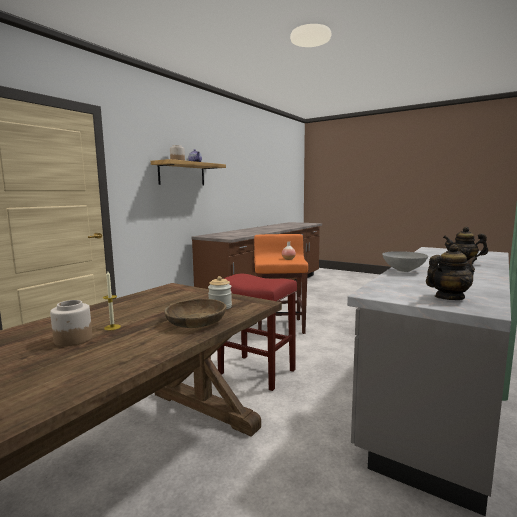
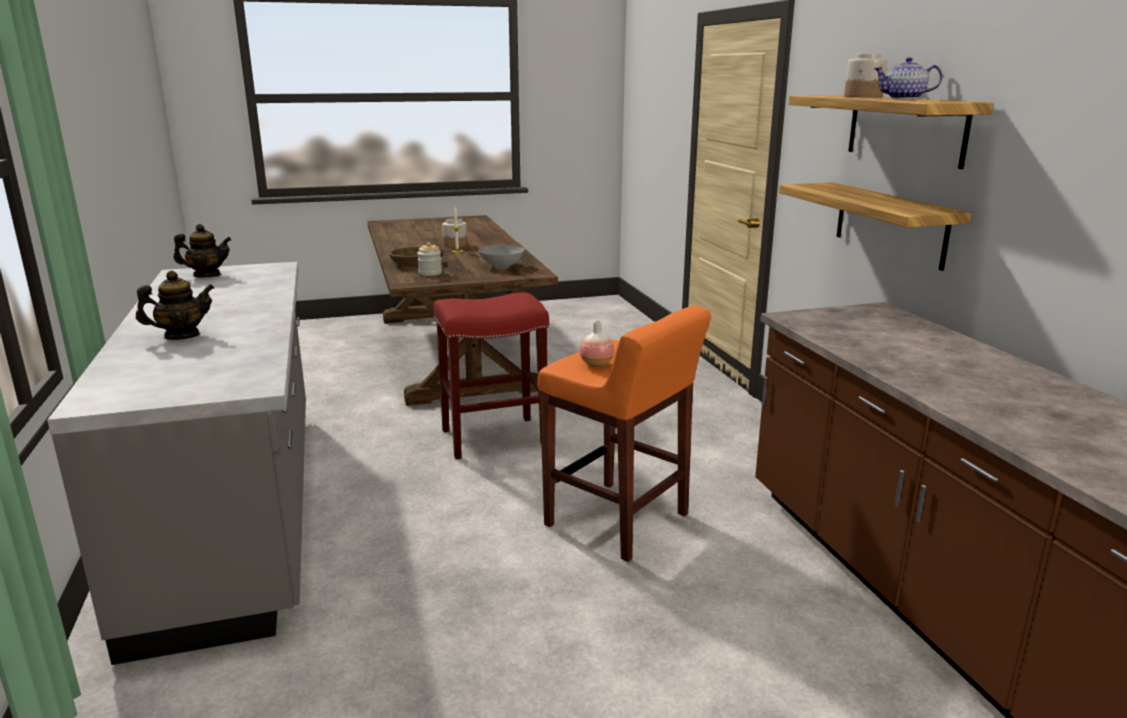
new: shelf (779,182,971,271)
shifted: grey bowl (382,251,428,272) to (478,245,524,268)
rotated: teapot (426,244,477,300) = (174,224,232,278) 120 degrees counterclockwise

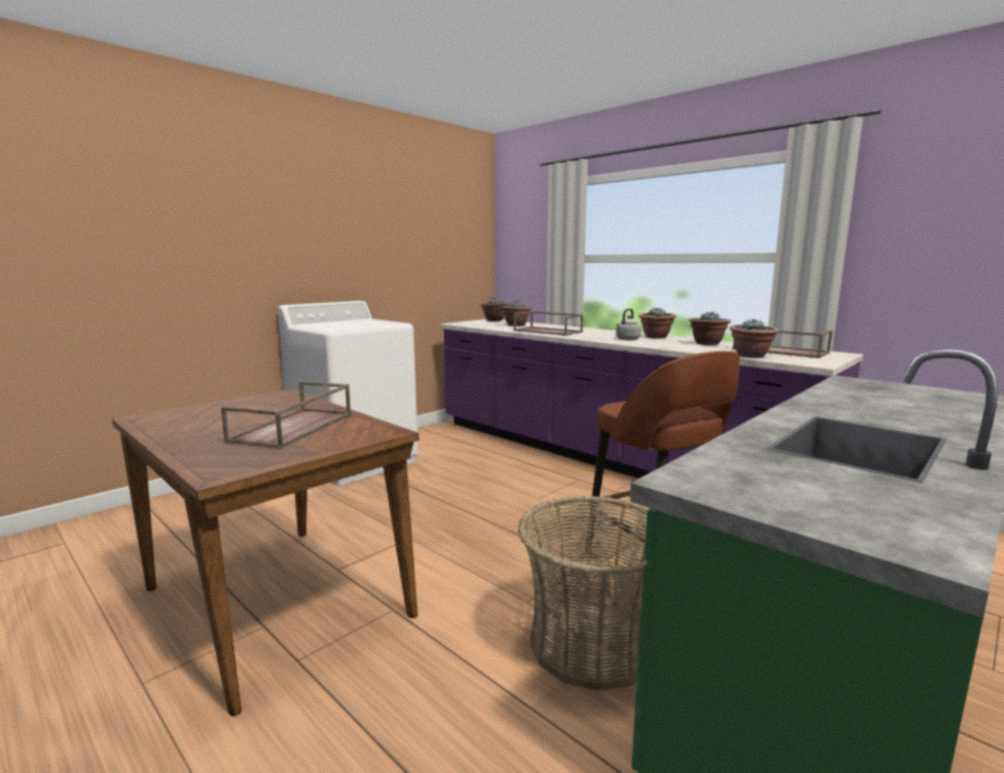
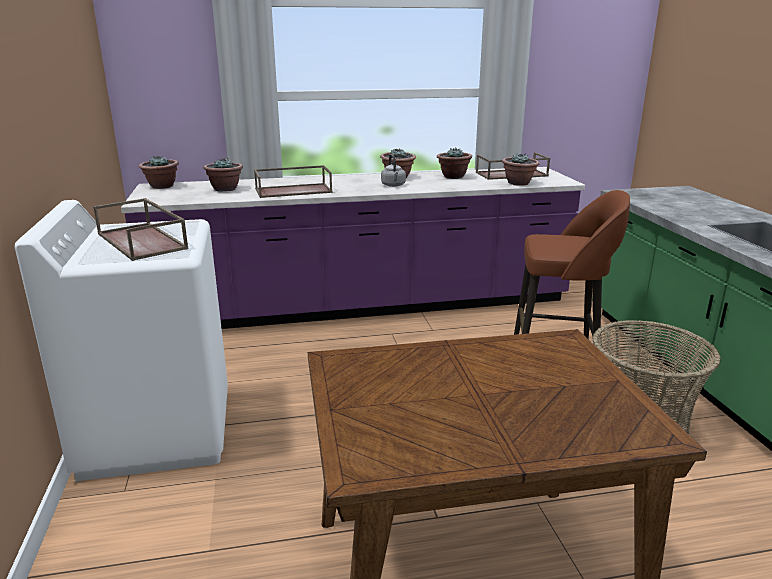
shifted: brown tray (221,381,351,449) to (93,198,189,261)

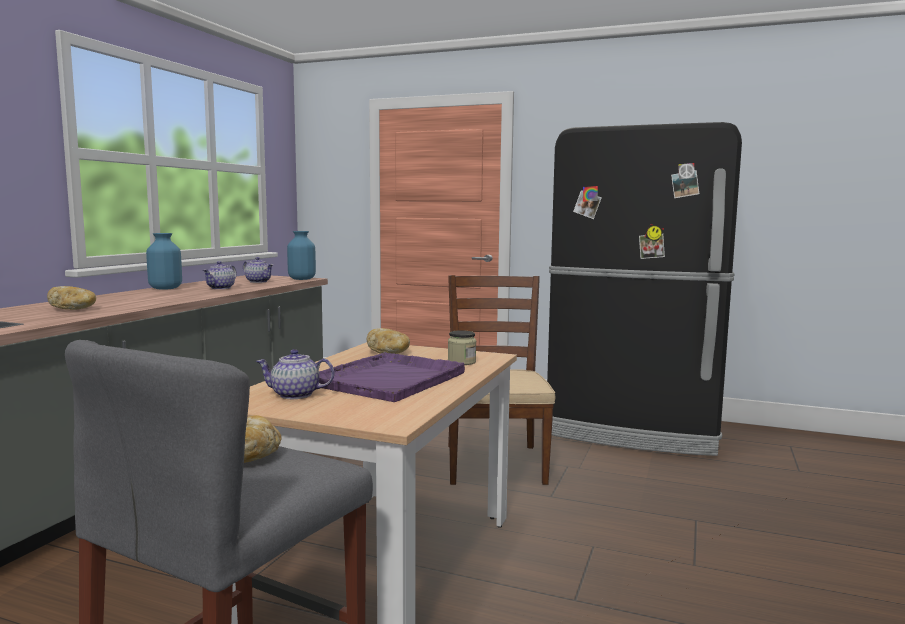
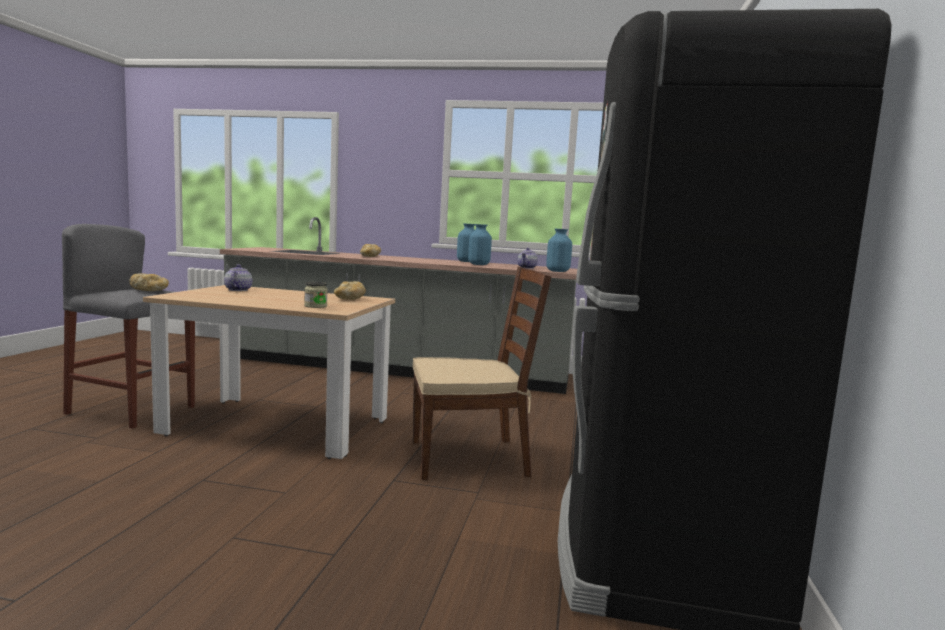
gone: purple tray (319,352,465,402)
swapped: teapot (203,261,237,289) to blue vase (468,224,492,265)

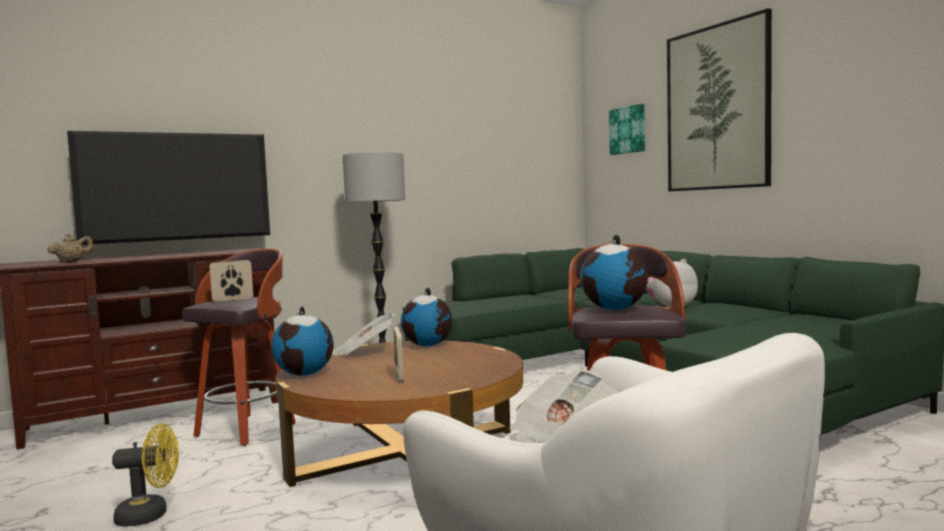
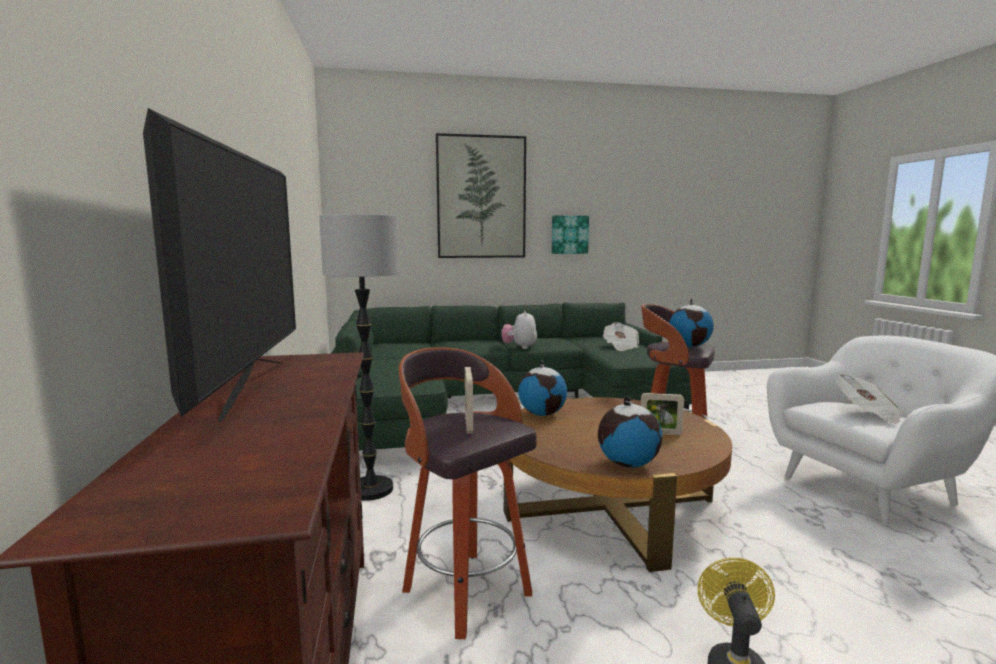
gone: beige teapot (47,233,94,263)
shifted: picture (609,104,645,155) to (552,216,589,254); newspaper (332,313,395,356) to (603,322,639,351)

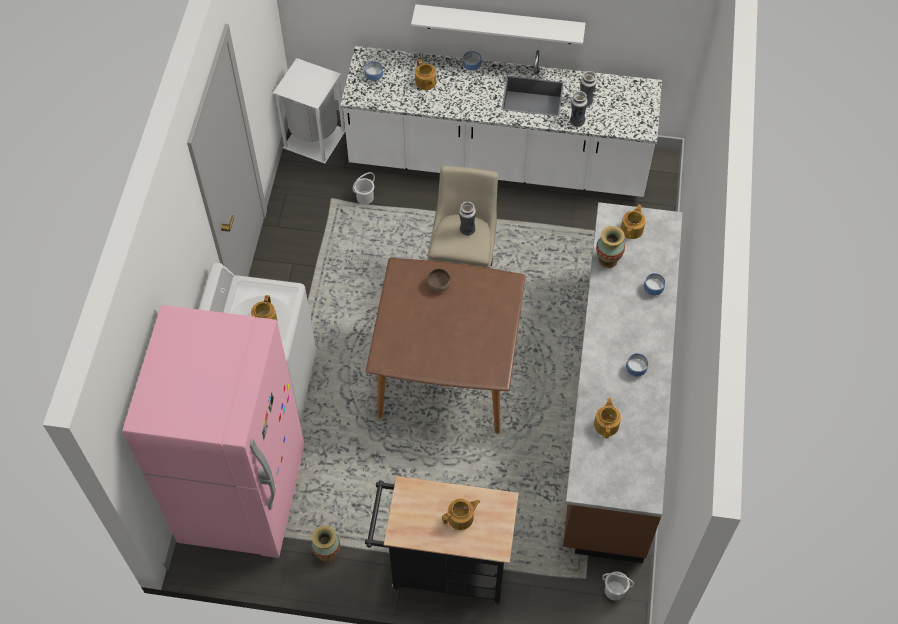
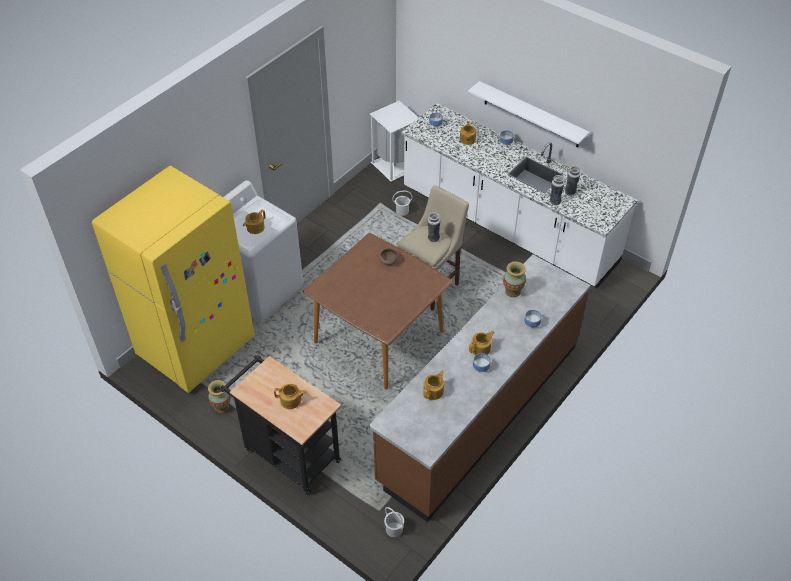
shifted: teapot (621,205,646,239) to (469,331,494,355)
repainted: pink fridge (123,305,305,558) to yellow fridge (92,166,254,393)

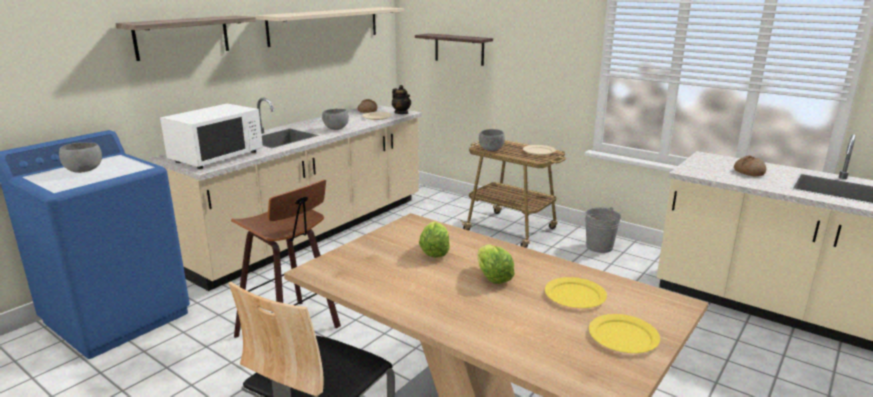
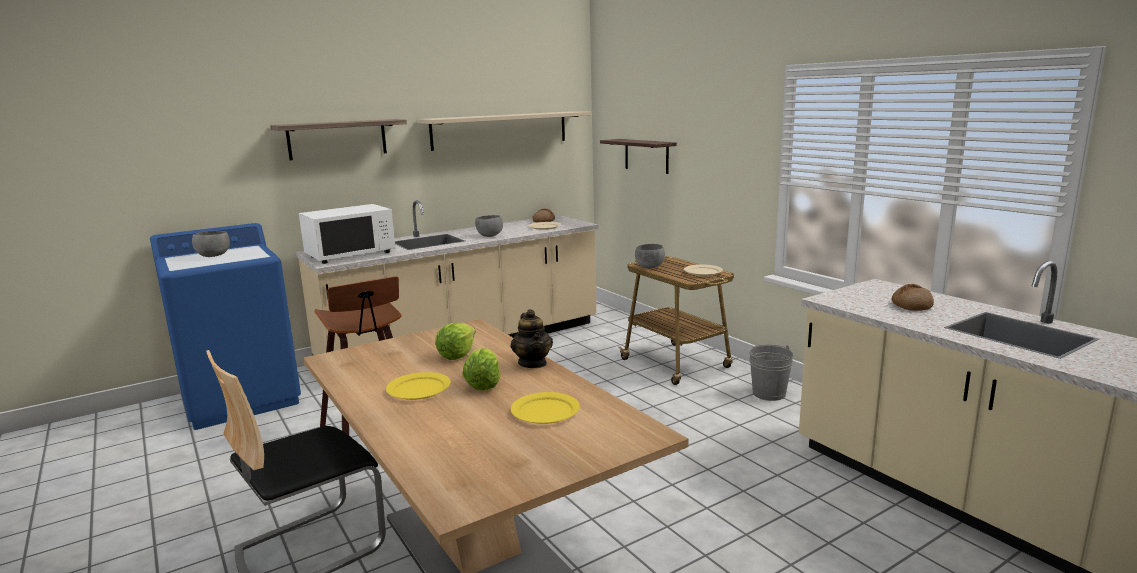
shifted: teapot (392,85,411,114) to (510,309,553,368); yellow plate (589,314,660,353) to (386,372,451,400)

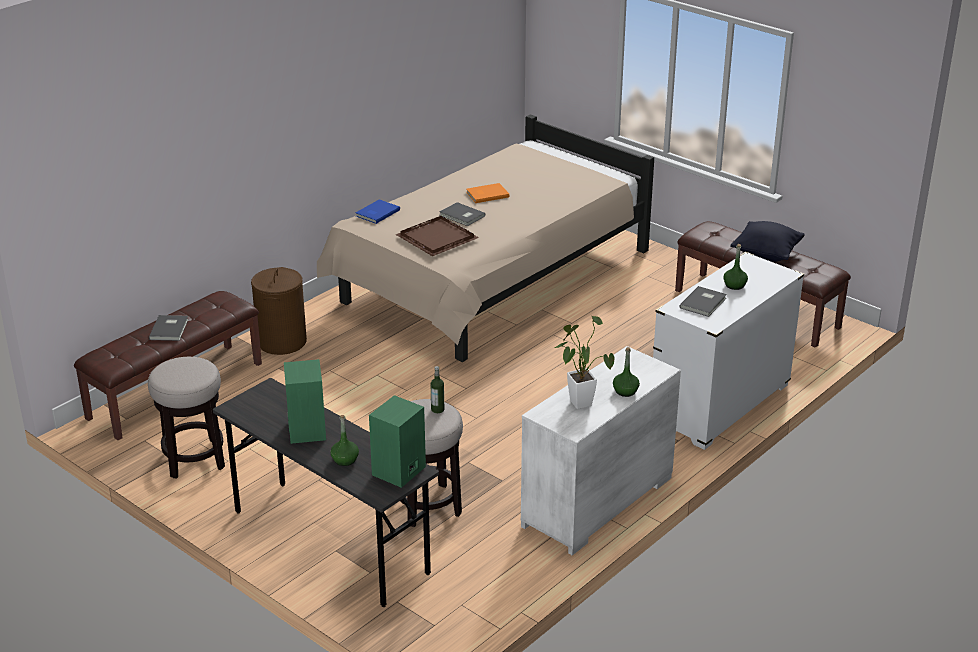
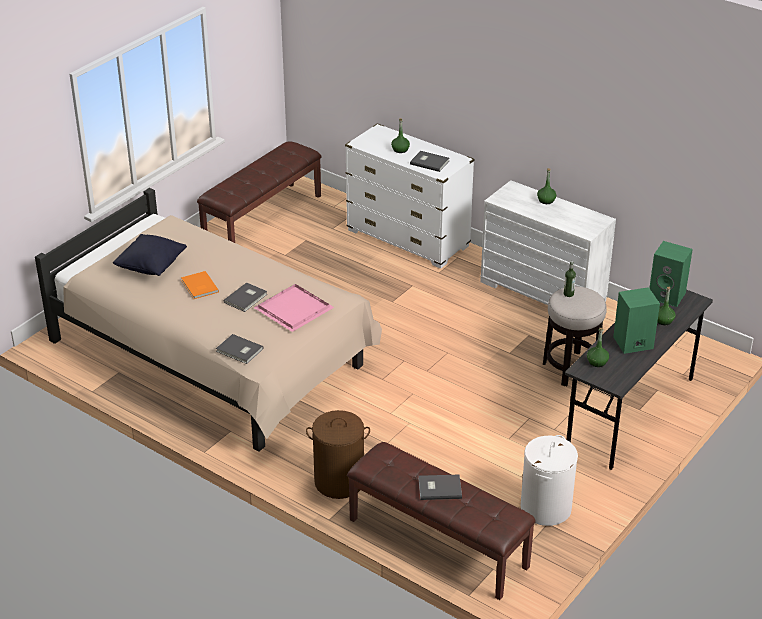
gone: potted plant (554,315,615,409)
new: green bottle (587,328,609,367)
shifted: black pillow (730,221,805,262) to (113,234,187,276)
swapped: stool (148,357,225,479) to white laundry basket (520,435,578,526)
repainted: blue book (356,199,400,224) to grey book (216,334,263,364); brown tray (396,216,479,256) to pink tray (254,284,334,332)

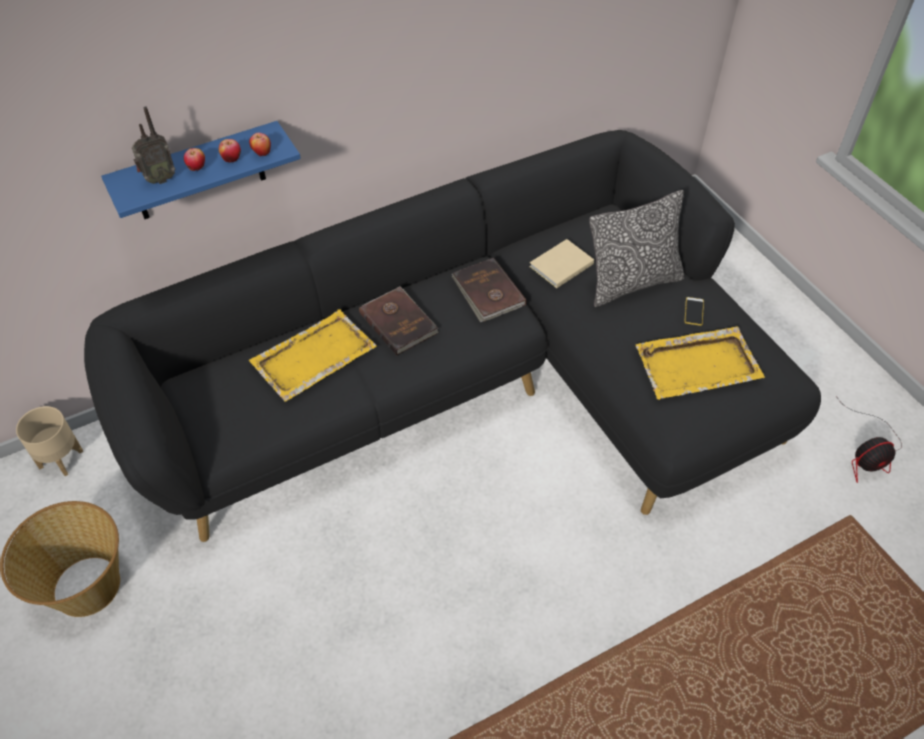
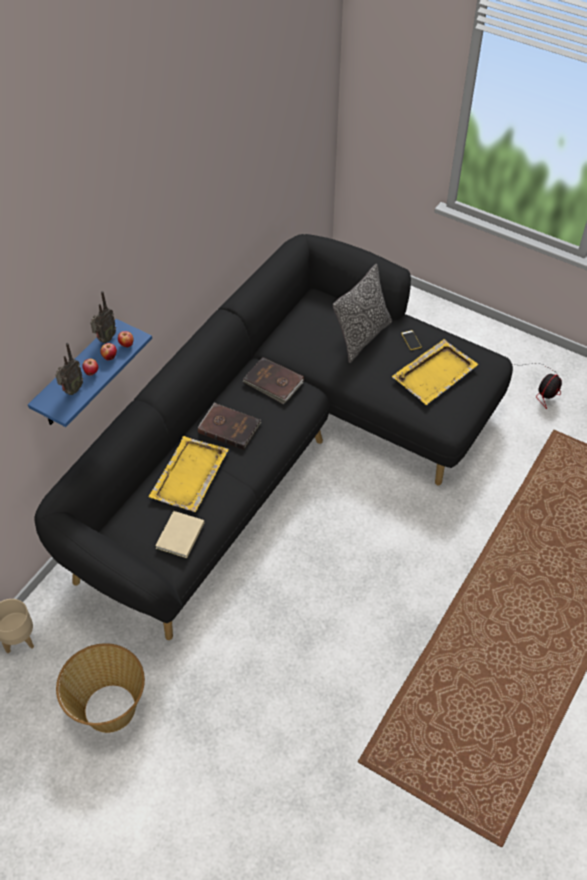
new: radio (90,291,116,343)
shifted: beige book (529,239,594,289) to (155,511,204,558)

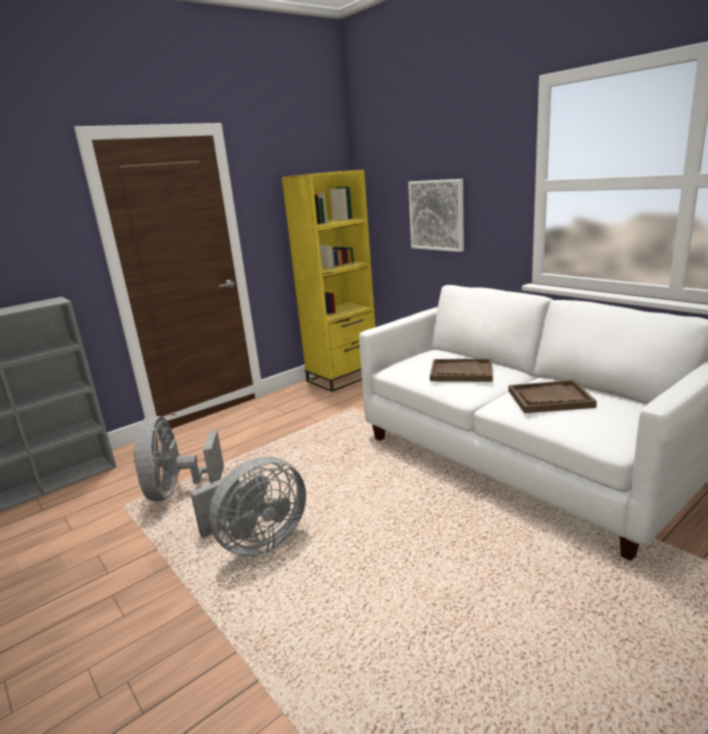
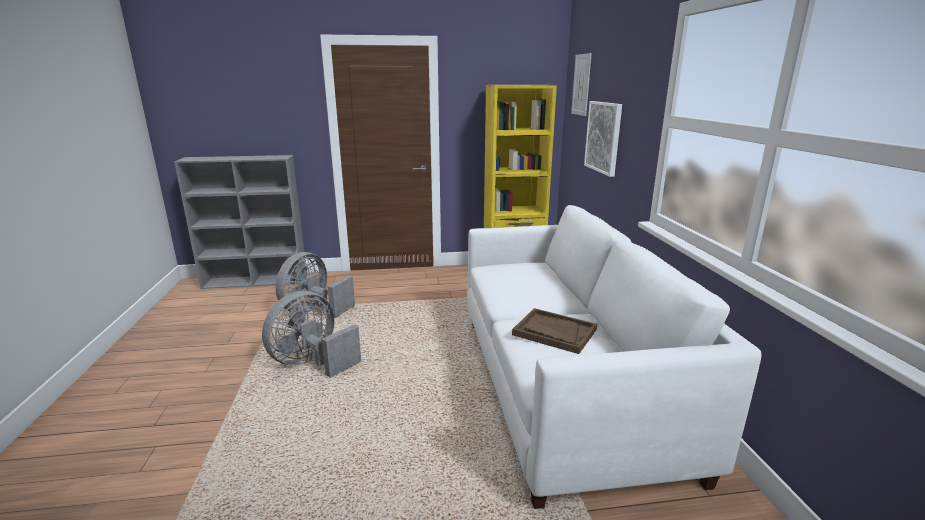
gone: brown tray (430,359,493,382)
new: picture (571,53,592,116)
rotated: grey fan (190,457,306,557) = (262,291,361,378) 135 degrees clockwise

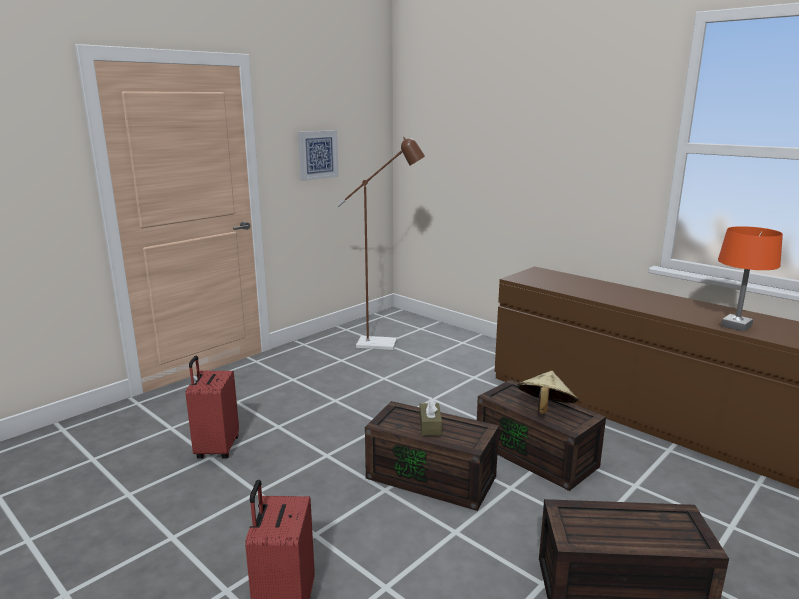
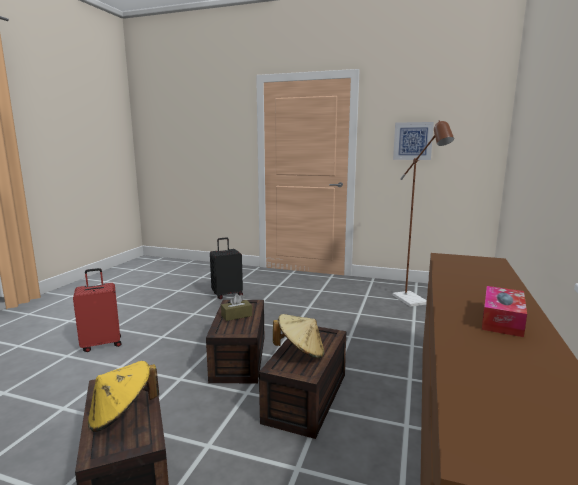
gone: orange table lamp (718,226,783,332)
new: tissue box (482,286,527,337); yellow hat (88,361,159,432)
repainted: red suitcase (186,356,239,459) to black suitcase (210,237,243,299)

